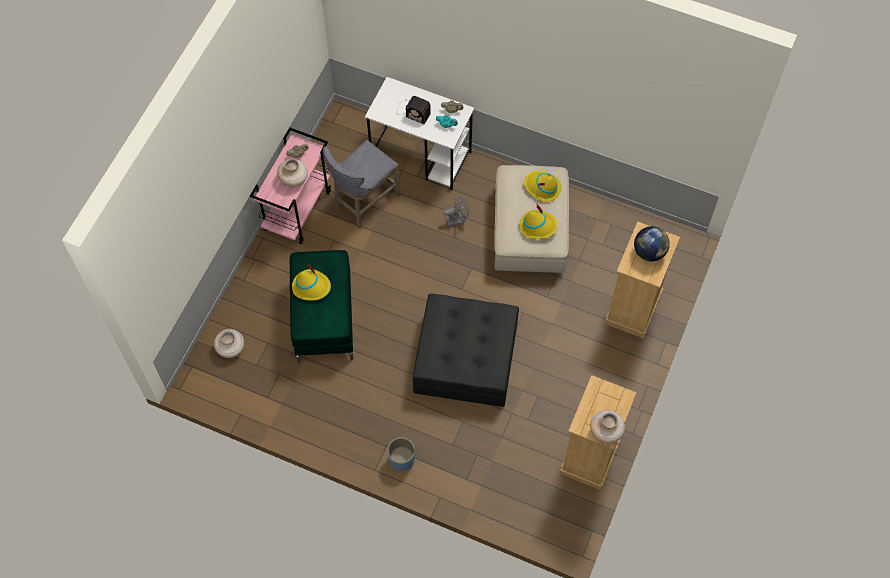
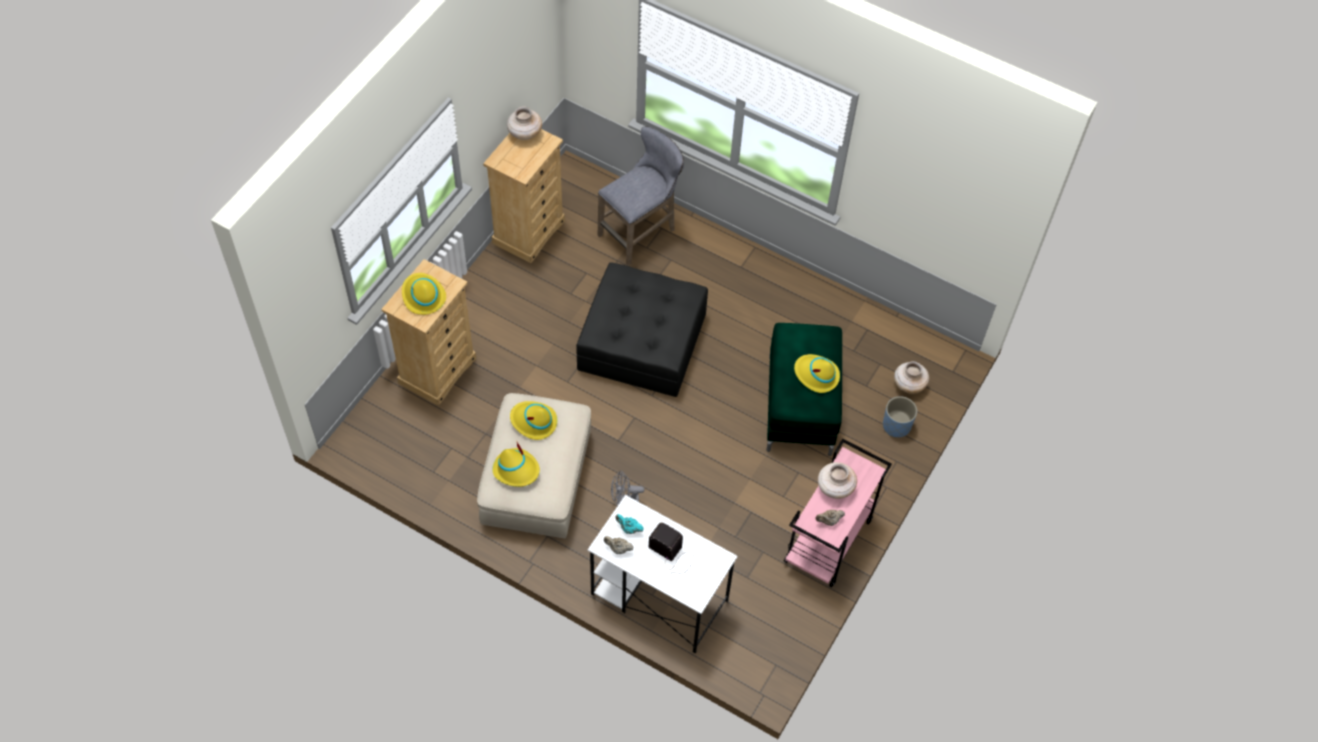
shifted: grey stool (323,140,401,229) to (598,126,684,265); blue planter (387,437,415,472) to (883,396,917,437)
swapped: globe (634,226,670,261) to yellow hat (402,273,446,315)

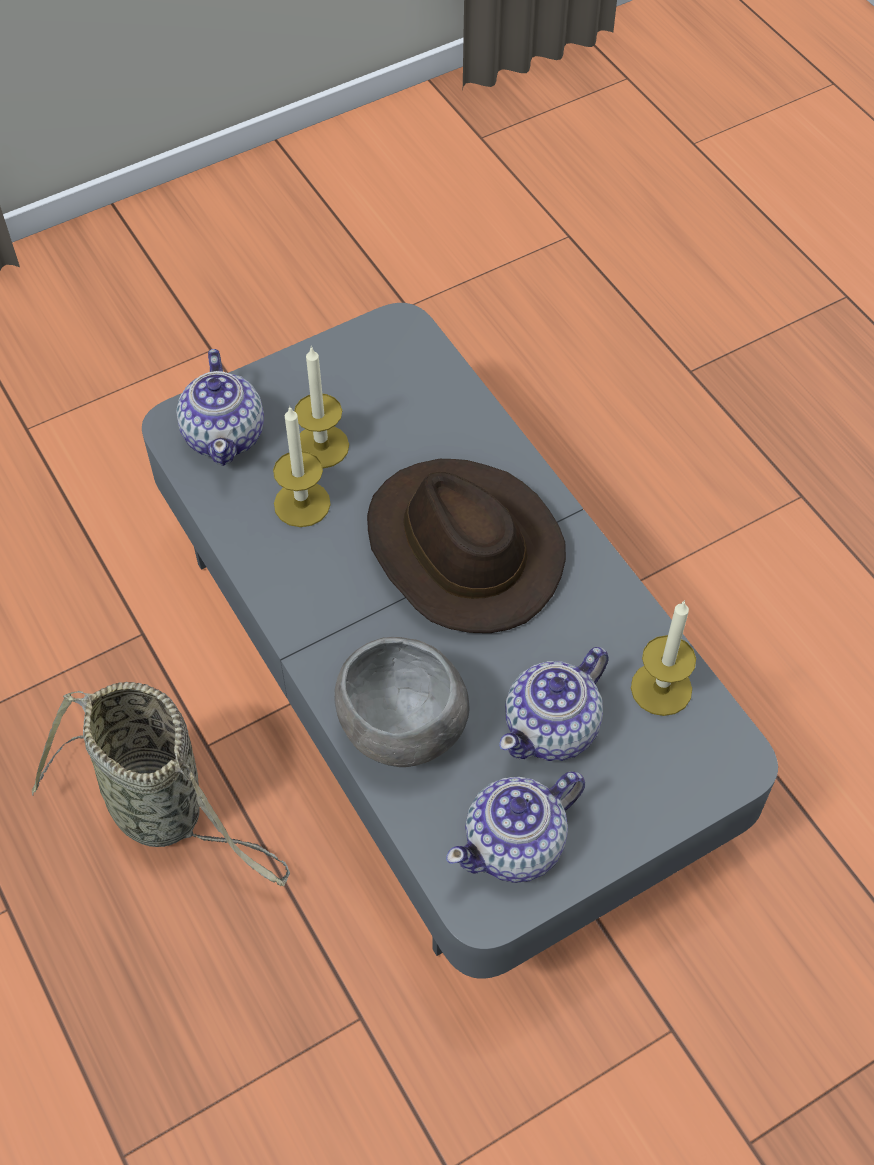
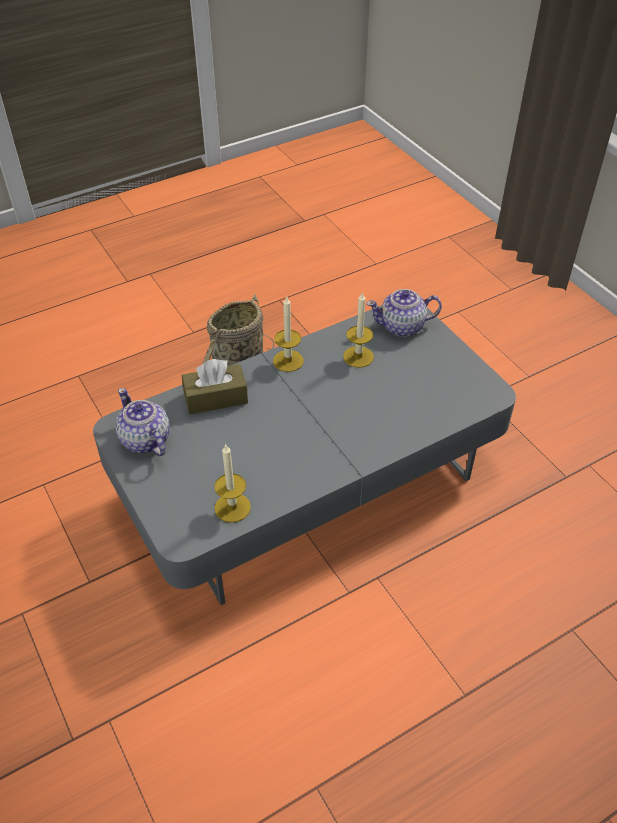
gone: brown hat (367,459,566,633); teapot (499,647,609,761)
shifted: candle (294,346,349,469) to (273,297,304,372)
swapped: grey bowl (334,637,469,767) to brown tissue box (182,359,248,414)

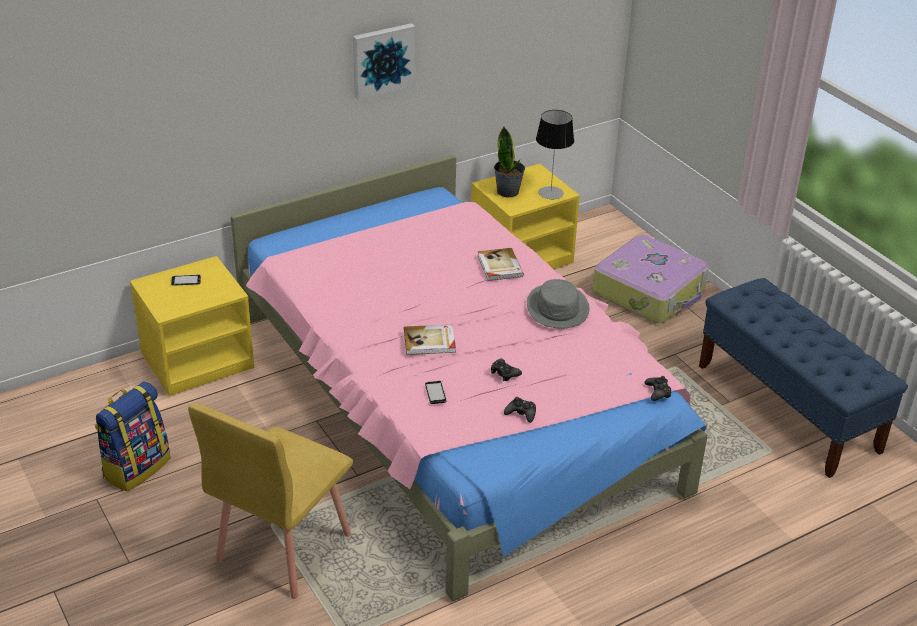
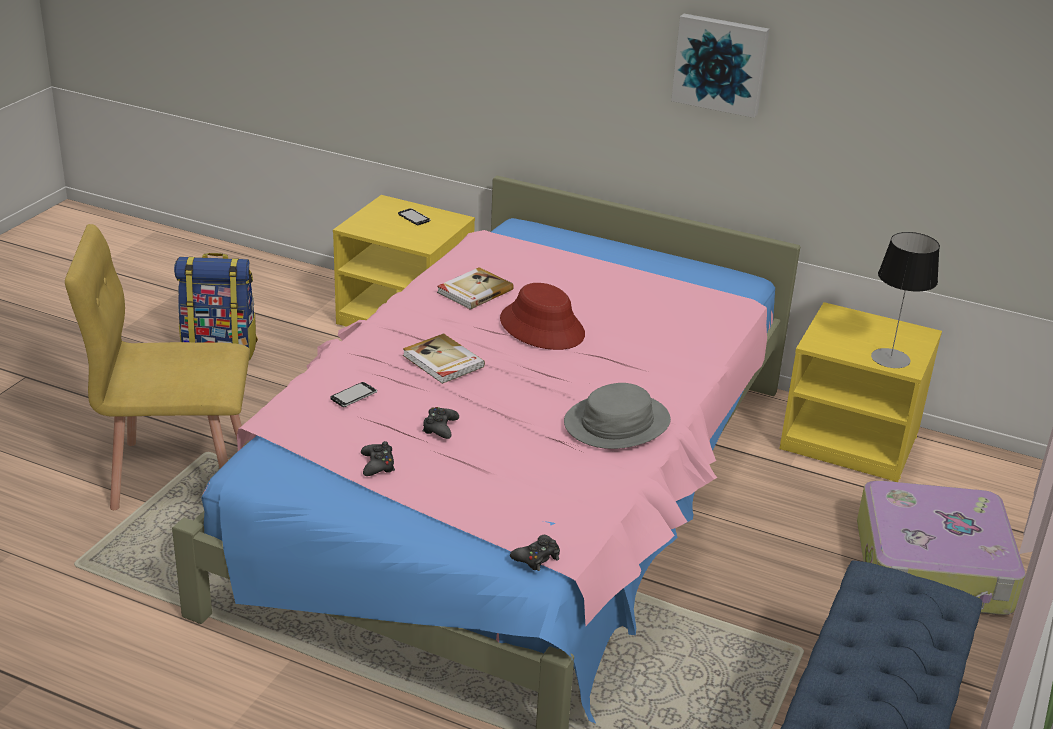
gone: potted plant (494,127,525,197)
new: red hat (500,283,585,350)
shifted: book (478,248,524,281) to (437,267,514,310)

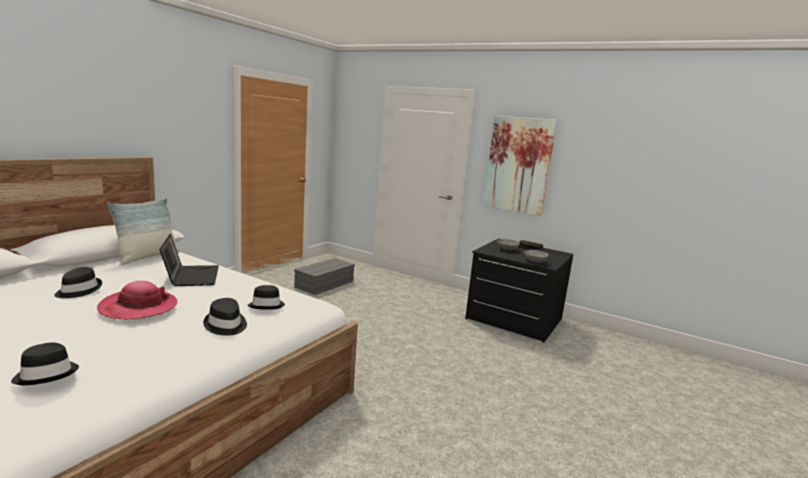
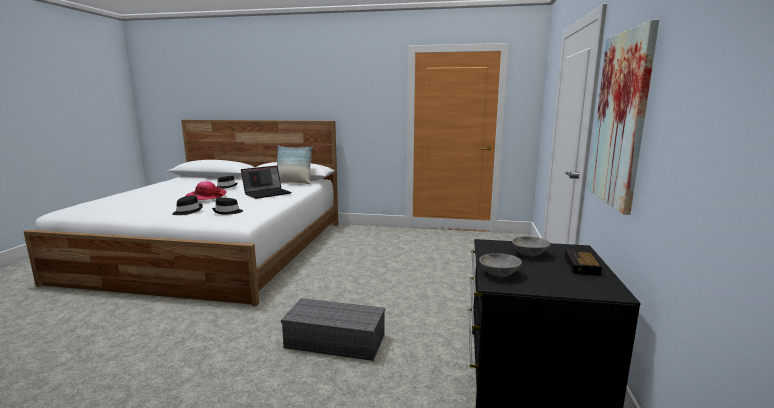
gone: black hat (11,343,79,385)
shifted: grey storage box (294,258,355,295) to (281,298,385,361)

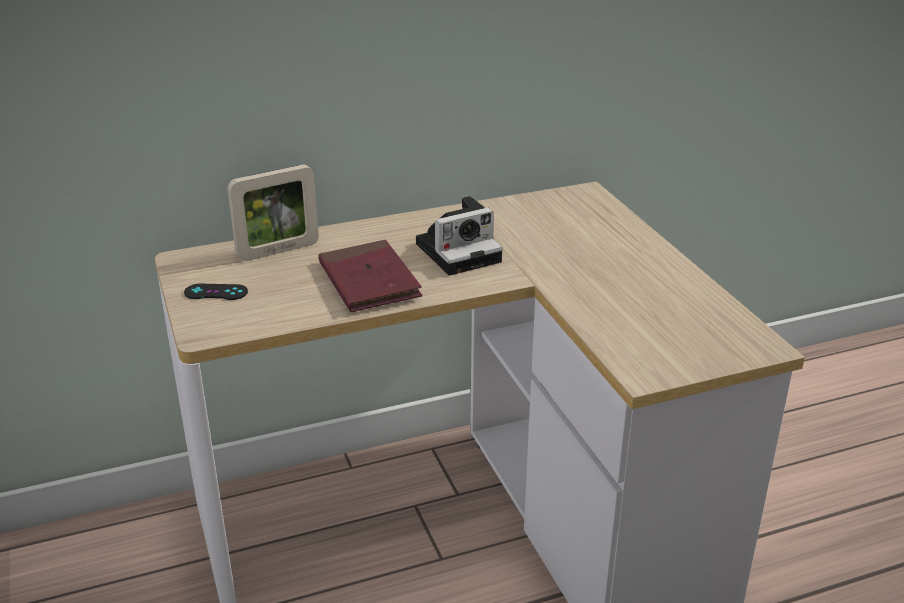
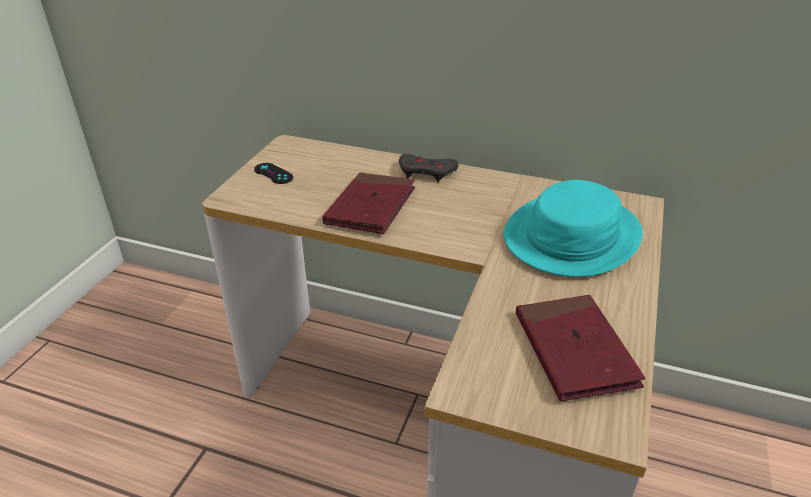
gone: picture frame (228,165,319,261); photo camera (416,196,503,276)
new: grey game controller (399,154,459,182); turquoise hat (504,180,643,277); red book (516,295,646,401)

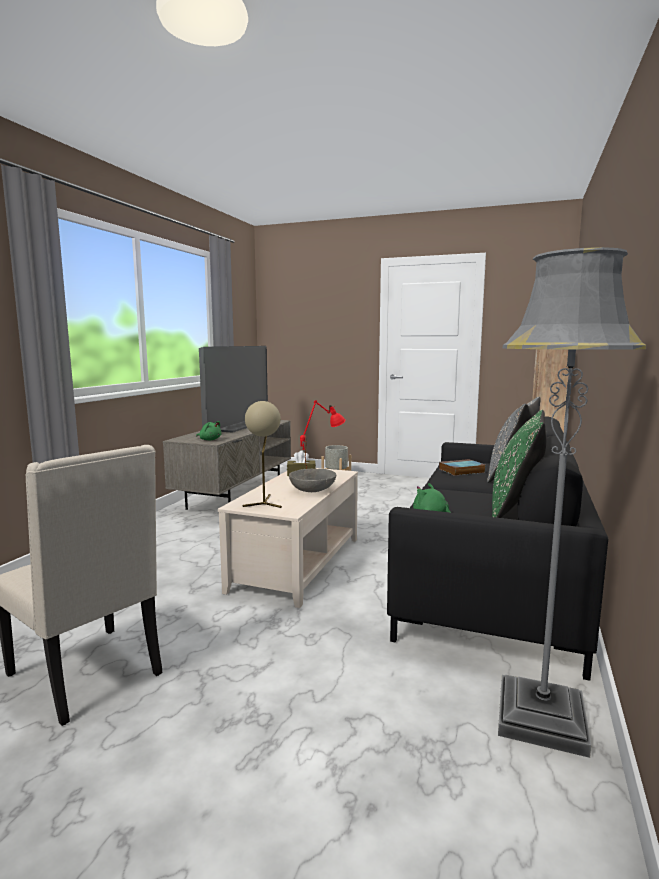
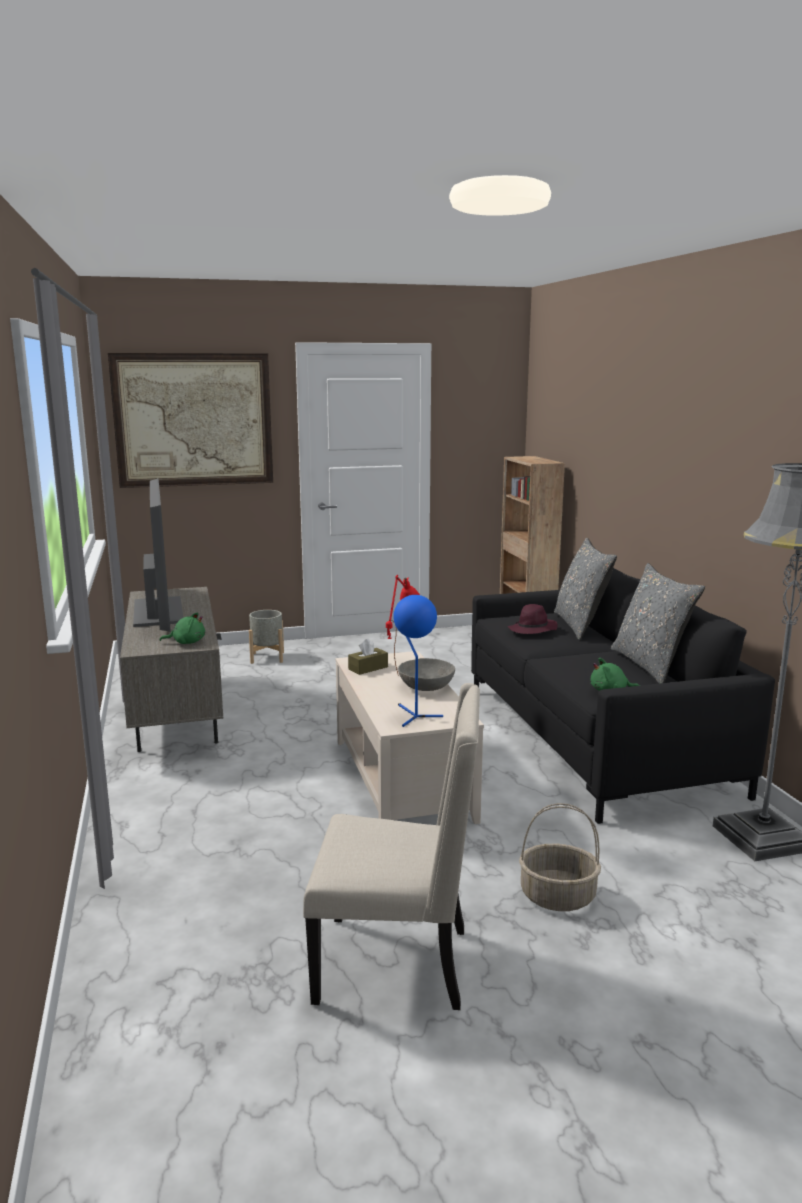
new: picture (108,353,273,488); basket (519,803,601,911)
swapped: book (439,459,486,476) to purple hat (508,604,558,634)
repainted: beige table lamp (242,401,282,508) to blue table lamp (393,595,443,727); green pillow (492,410,547,518) to grey pillow (611,563,705,684)

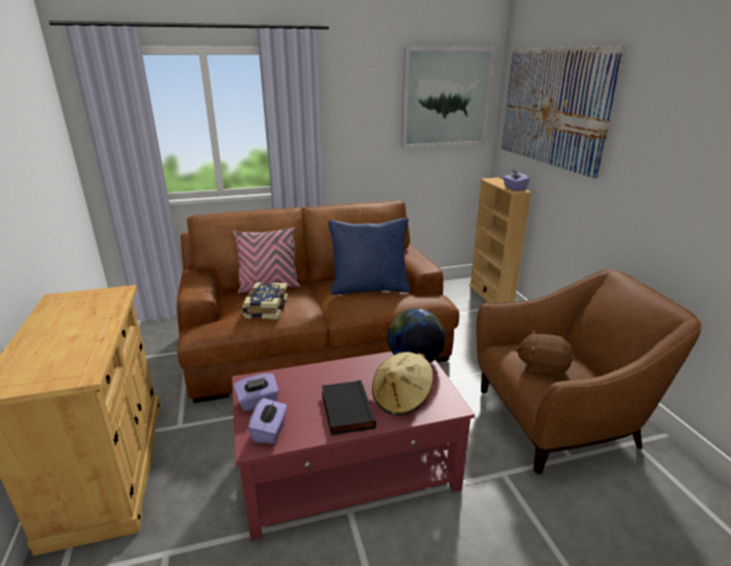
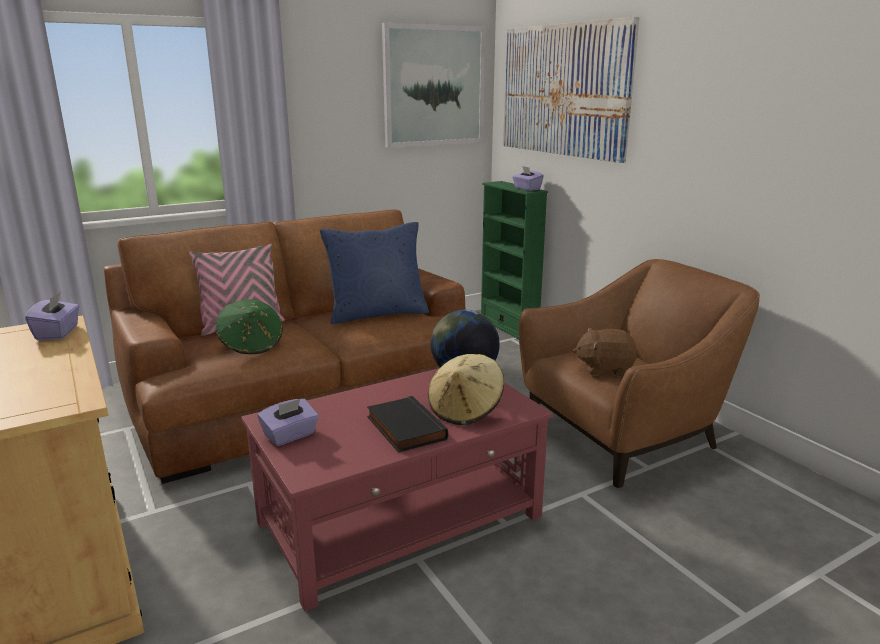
shifted: purple tissue box (248,398,287,444) to (25,292,80,340)
swapped: book (242,282,288,319) to green hat (215,299,283,354)
repainted: beige bookcase (469,178,532,303) to green bookcase (481,181,548,339)

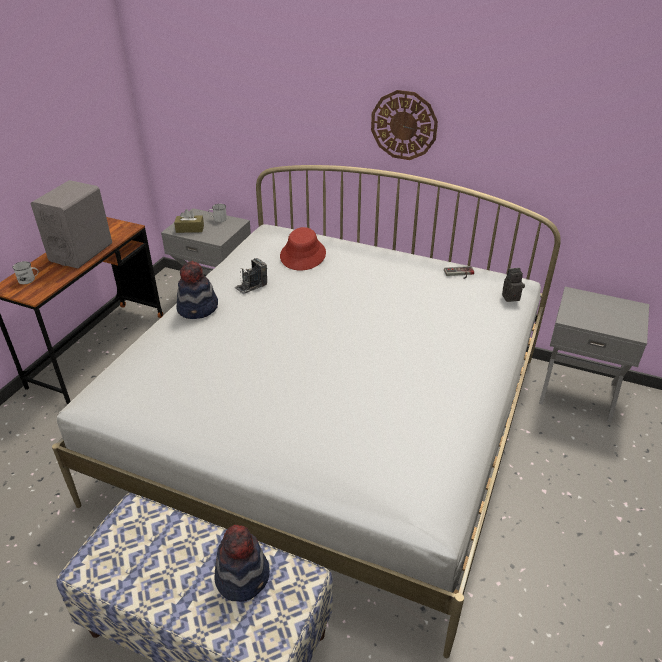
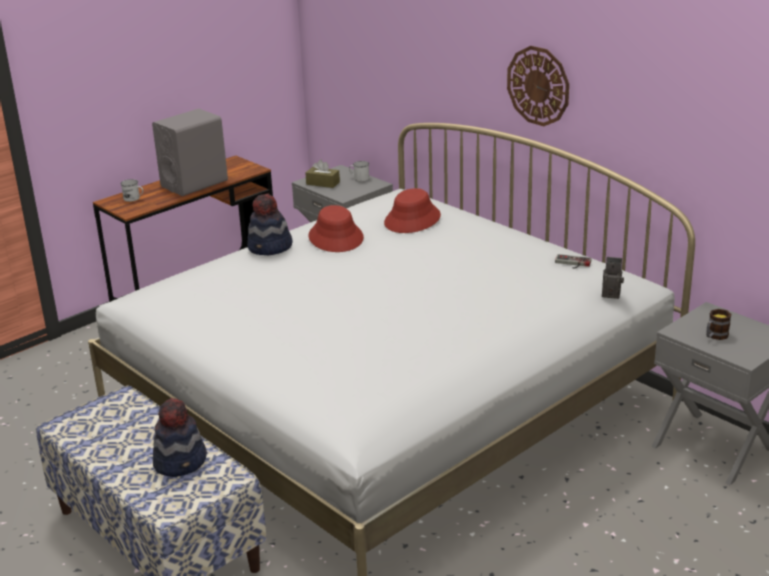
new: mug (706,309,731,340)
swapped: photo camera (234,258,267,294) to red hat (309,205,364,252)

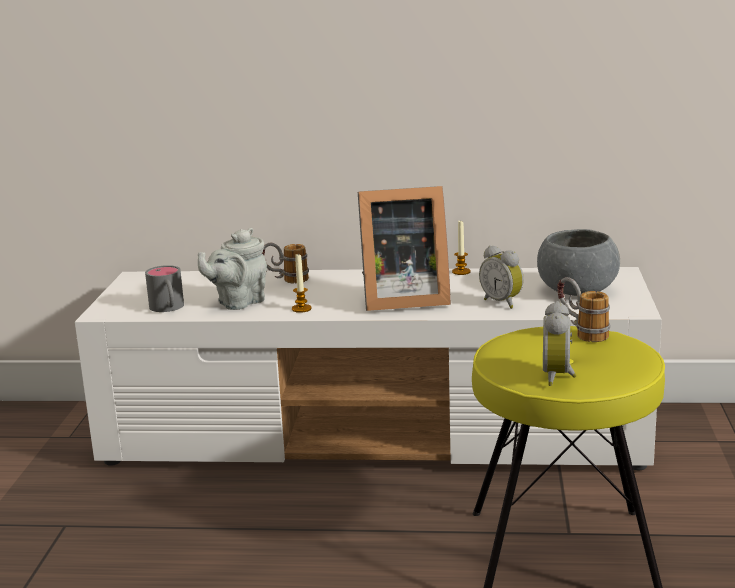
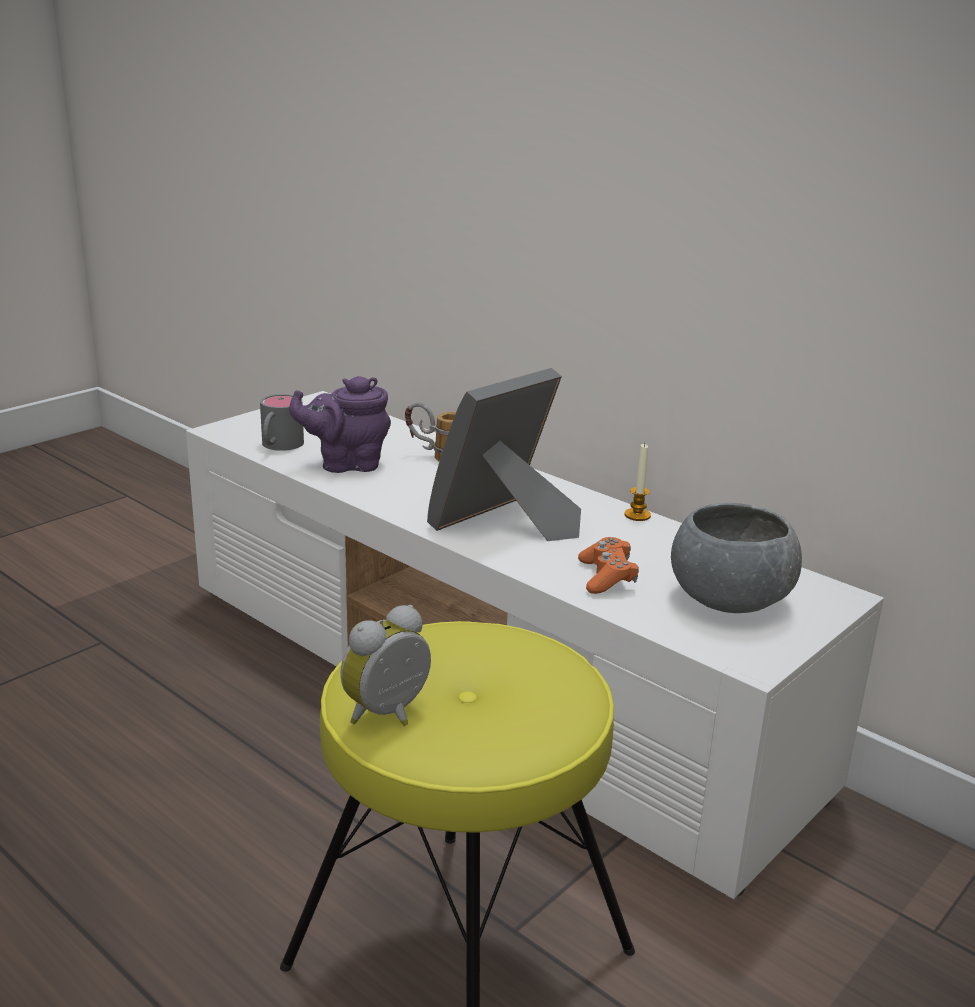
gone: candle (292,254,312,313); mug (557,277,610,342)
swapped: alarm clock (479,245,524,309) to orange game controller (578,537,639,594)
repainted: grey teapot (198,228,267,310) to purple teapot (289,376,391,473)
rotated: picture frame (358,186,451,311) = (427,368,581,541) 105 degrees clockwise

